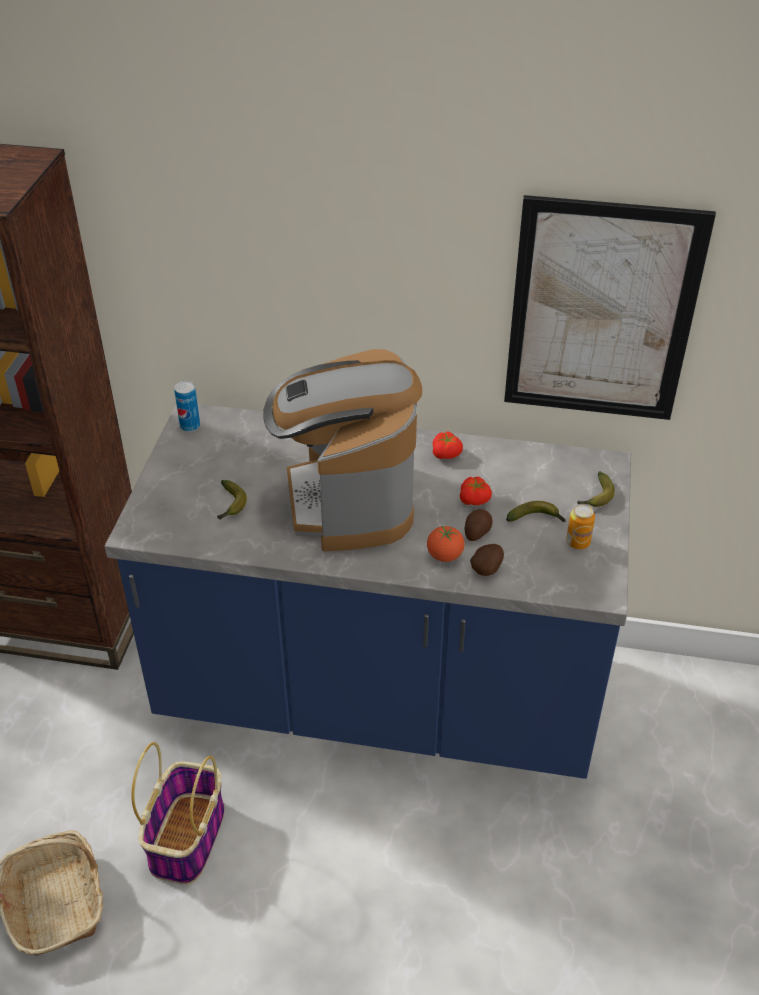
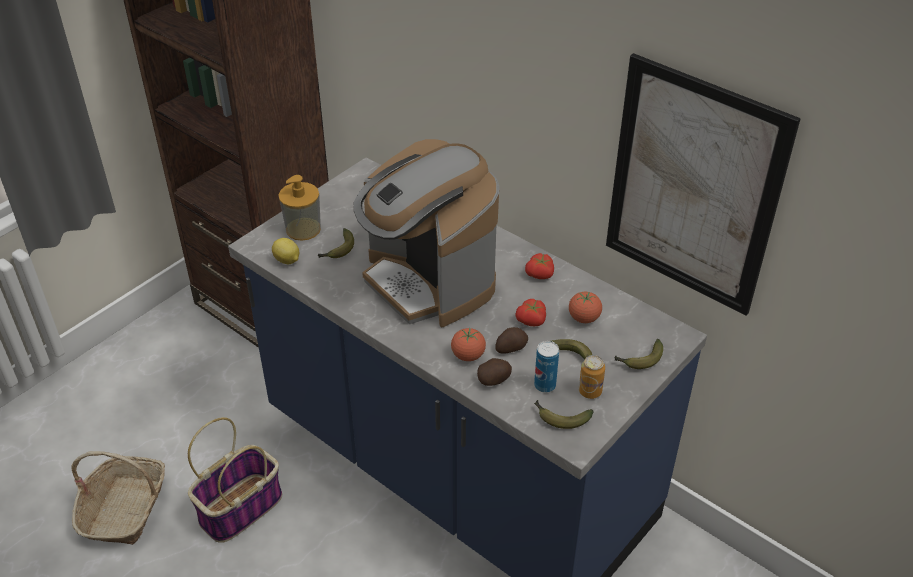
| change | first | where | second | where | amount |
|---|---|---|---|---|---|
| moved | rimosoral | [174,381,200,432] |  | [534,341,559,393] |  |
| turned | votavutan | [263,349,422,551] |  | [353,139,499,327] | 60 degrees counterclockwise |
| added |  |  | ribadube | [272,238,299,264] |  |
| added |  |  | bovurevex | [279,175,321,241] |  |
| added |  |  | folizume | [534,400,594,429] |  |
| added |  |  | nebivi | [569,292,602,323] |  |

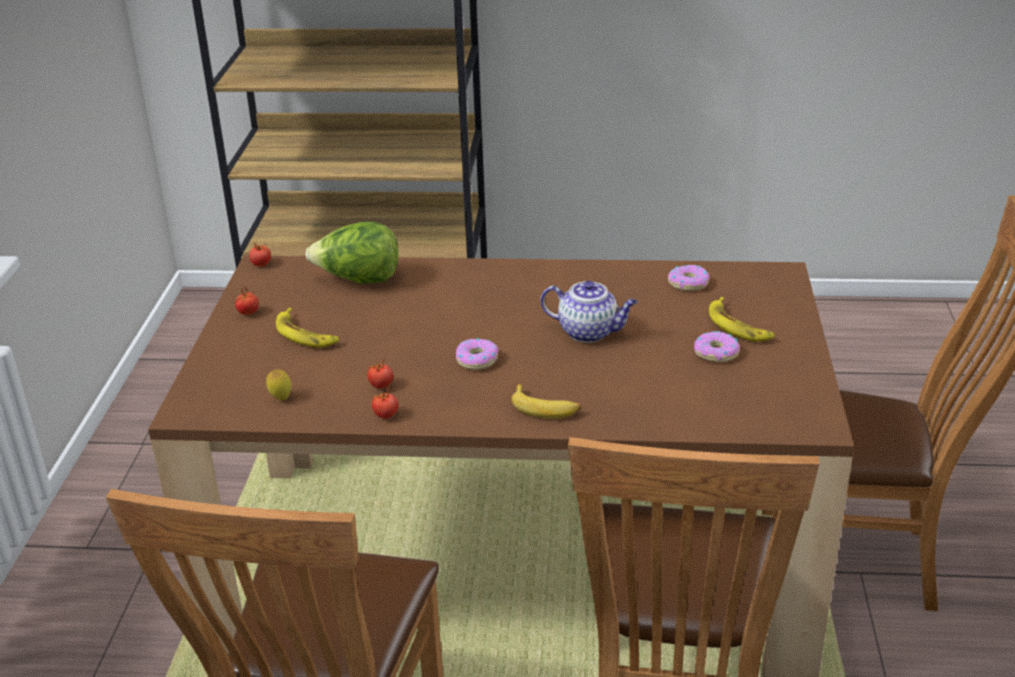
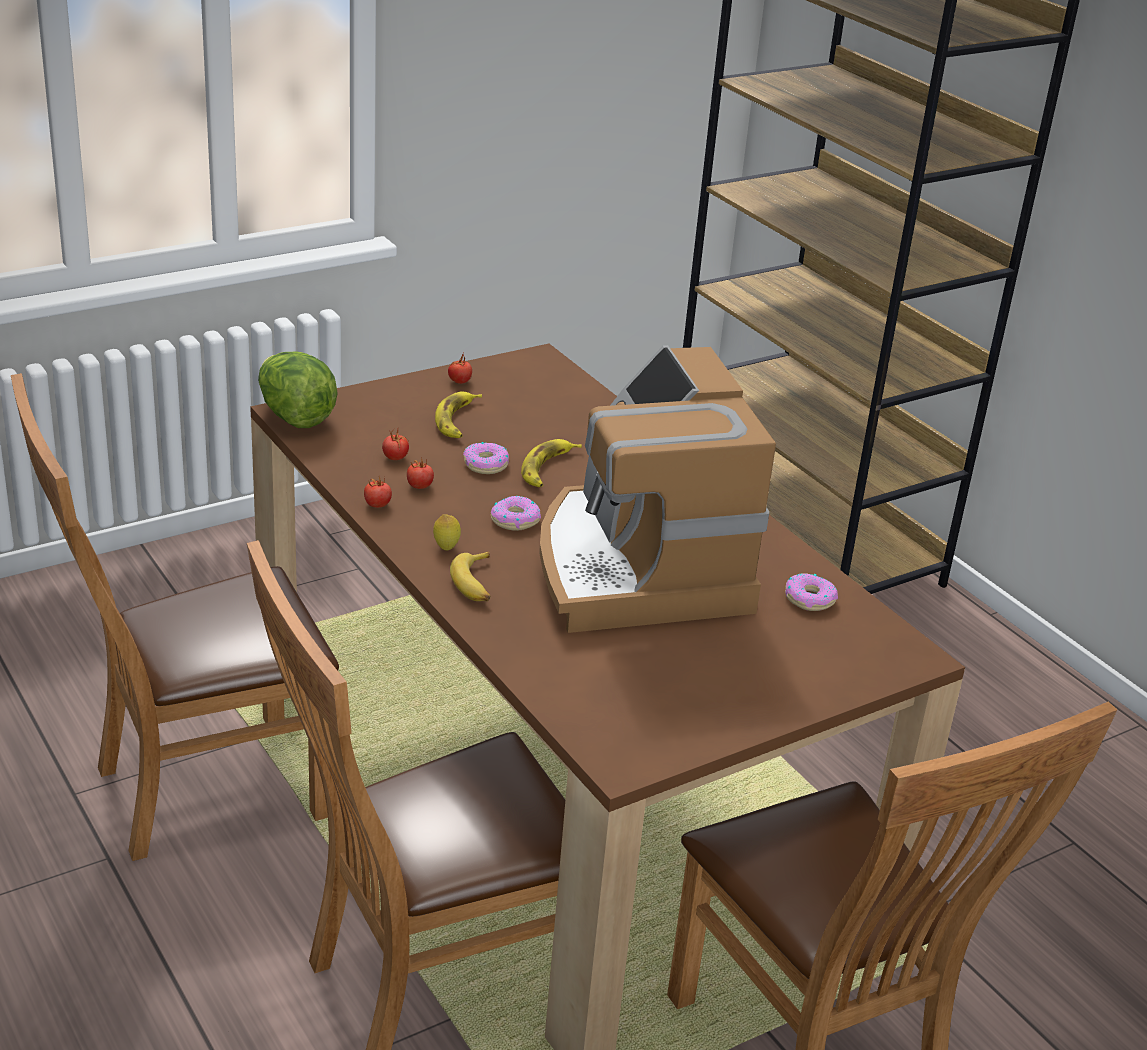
| change | first | where | second | where | amount |
|---|---|---|---|---|---|
| moved | nebivi | [249,240,271,267] |  | [382,429,409,460] |  |
| moved | ribadube | [266,370,291,400] |  | [433,514,461,551] |  |
| moved | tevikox | [305,221,398,284] |  | [258,352,338,428] |  |
| replaced | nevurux | [541,281,638,343] | votavutan | [539,345,776,633] |  |
| moved | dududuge | [694,331,740,362] |  | [463,442,509,474] |  |
| moved | folizume | [709,297,775,342] |  | [521,439,582,487] |  |

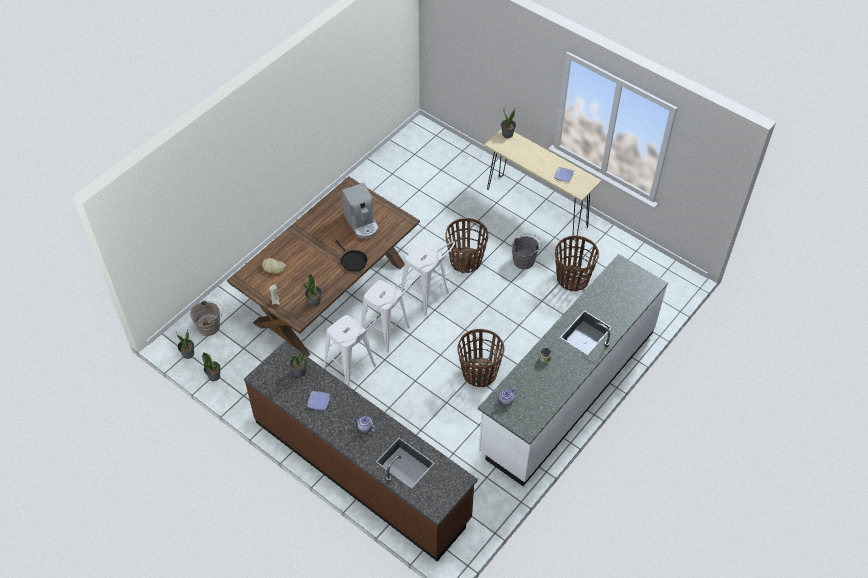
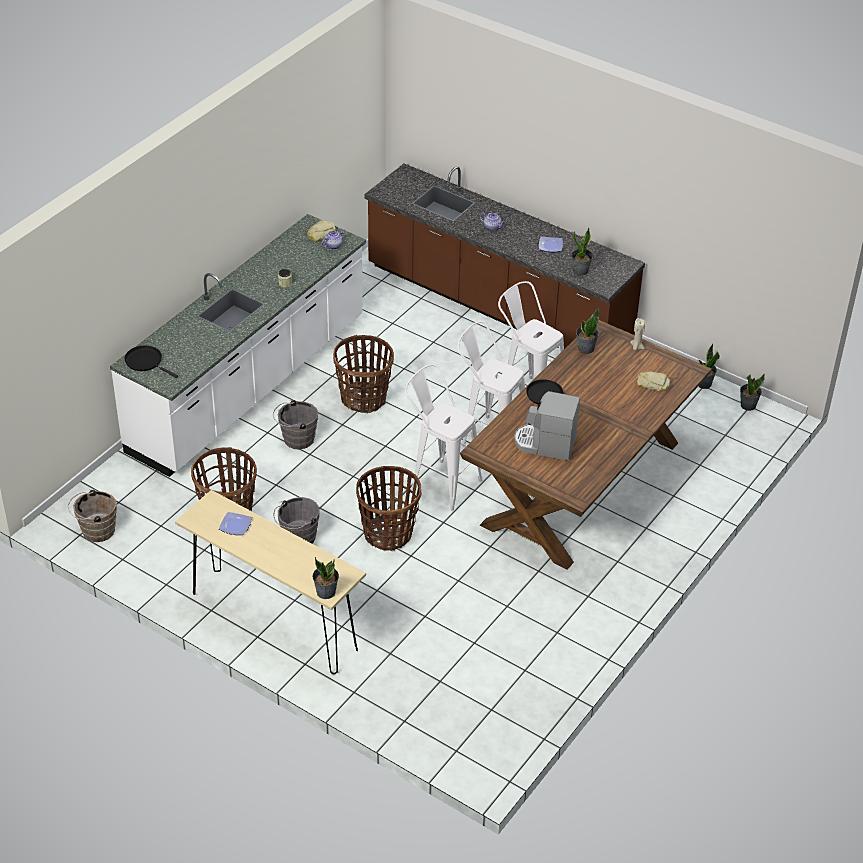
| change | first | where | second | where | amount |
|---|---|---|---|---|---|
| moved | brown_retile | [190,300,223,336] |  | [68,489,117,542] |  |
| turned | votavutan | [342,183,379,239] |  | [514,391,580,461] | 45 degrees counterclockwise |
| added |  |  | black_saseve | [124,345,178,378] |  |
| added |  |  | grey_retile | [273,400,318,450] |  |
| added |  |  | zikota | [307,220,336,242] |  |

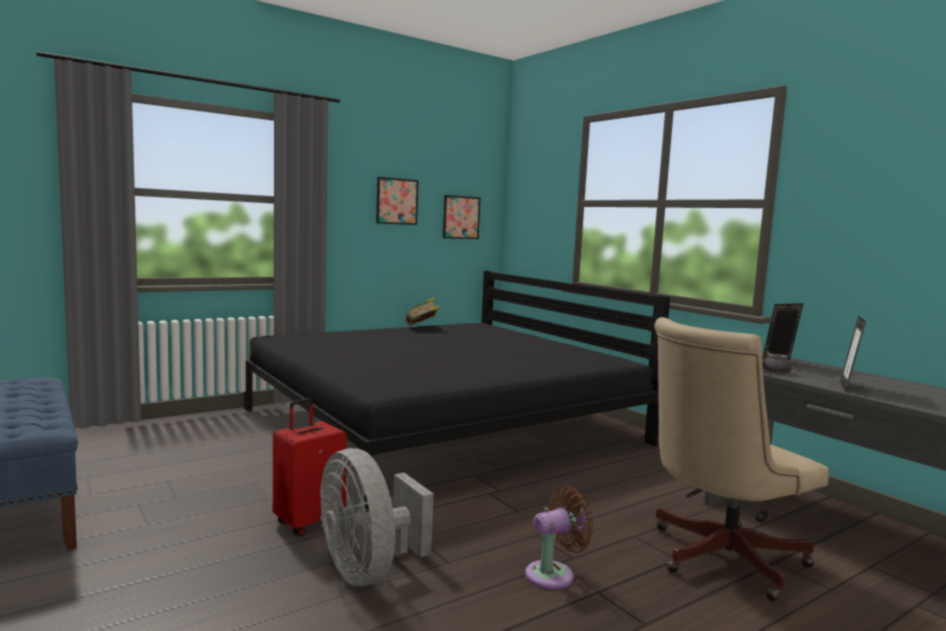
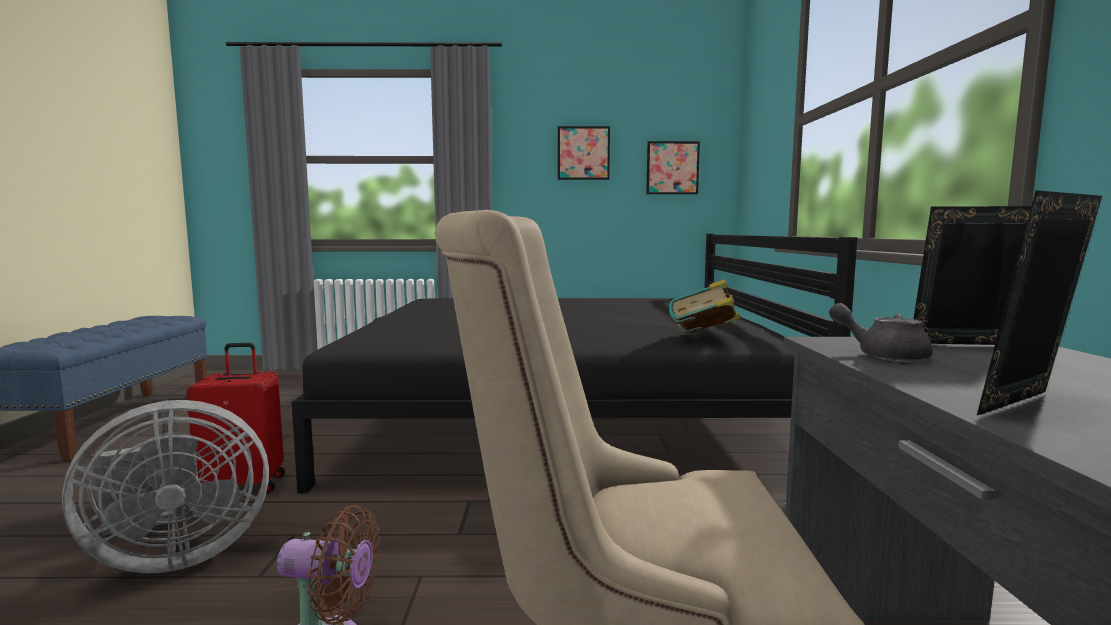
| change | first | where | second | where | amount |
|---|---|---|---|---|---|
| turned | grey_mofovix | [320,448,433,586] |  | [62,400,269,573] | 120 degrees counterclockwise |
| moved | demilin | [405,297,439,326] |  | [669,279,740,334] |  |

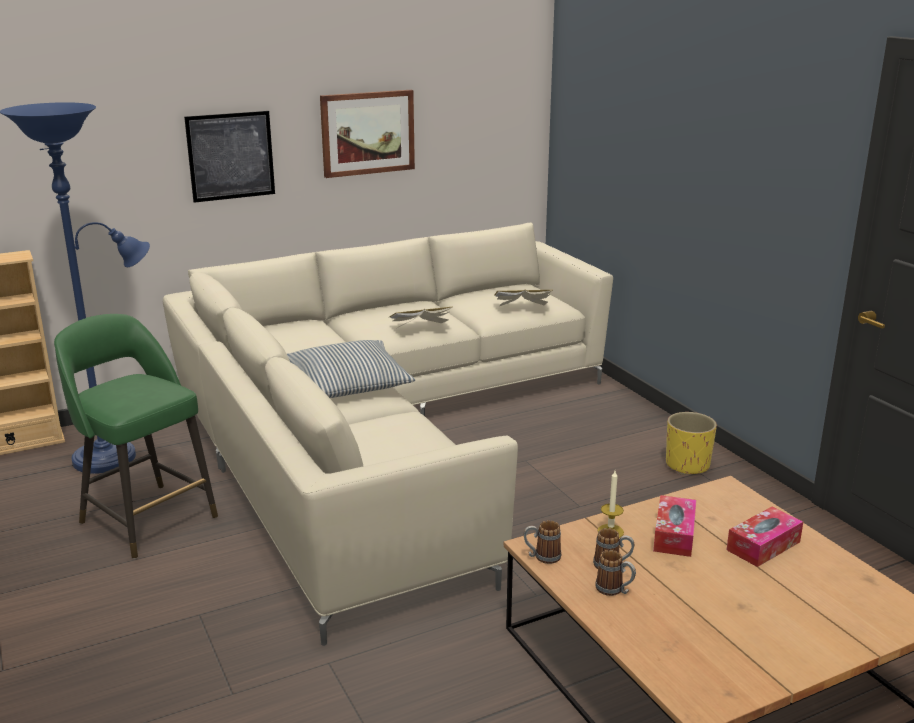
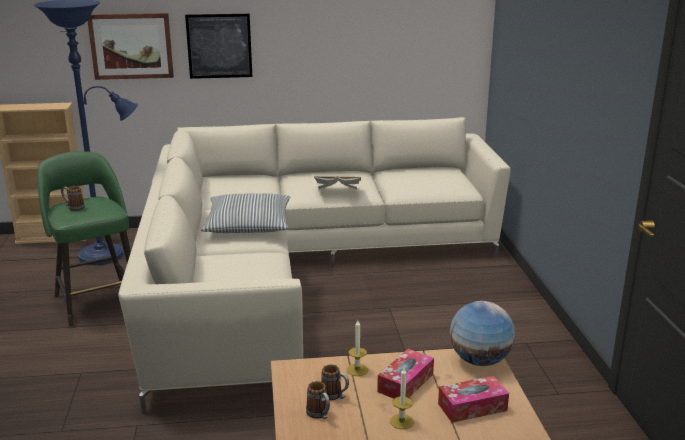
| change | first | where | second | where | amount |
|---|---|---|---|---|---|
| moved | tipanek | [320,90,415,178] |  | [88,13,174,80] |  |
| removed | demilin | [494,290,552,306] |  |  |  |
| moved | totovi | [524,520,561,564] |  | [61,186,85,211] |  |
| removed | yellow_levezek | [666,412,717,475] |  |  |  |
| added |  |  | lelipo | [390,368,414,429] |  |
| added |  |  | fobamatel | [450,301,515,366] |  |

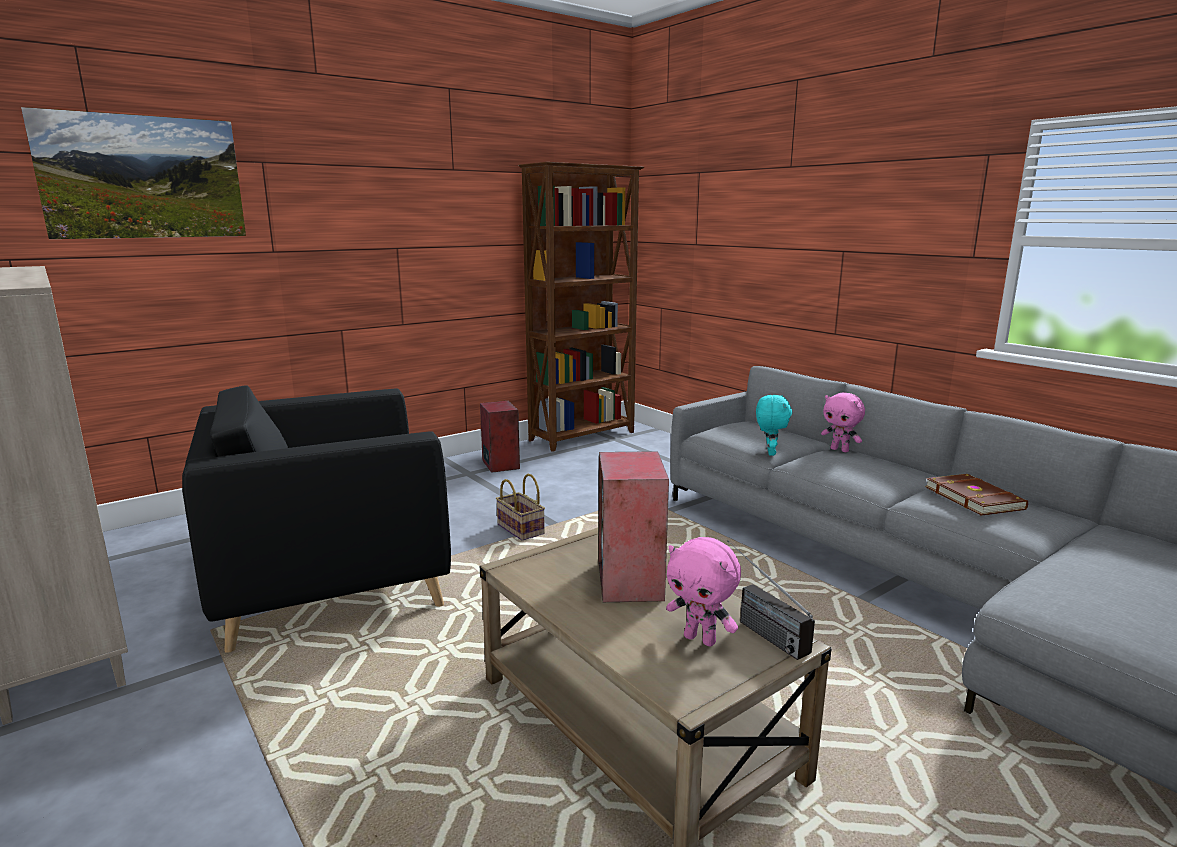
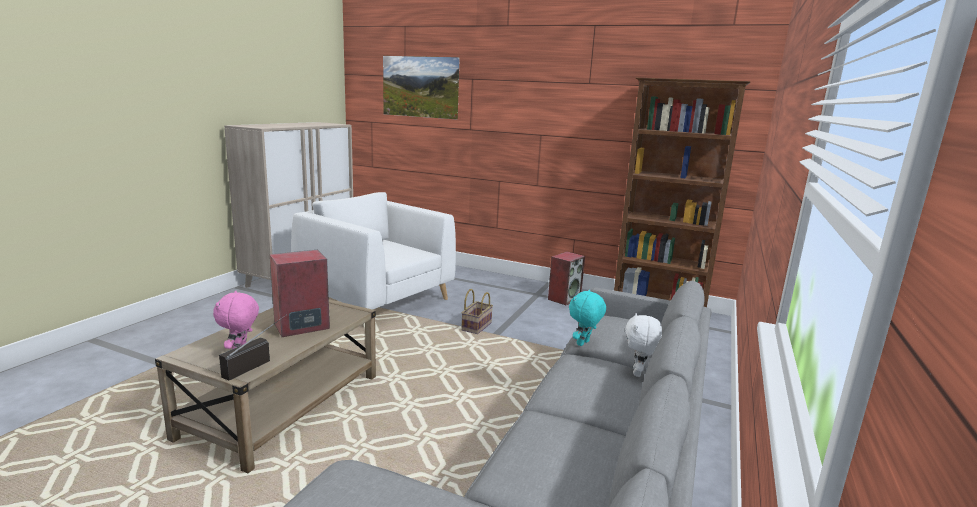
| change | first | where | second | where | amount |
|---|---|---|---|---|---|
| recoloured | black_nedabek | [182,385,451,653] | white_nedabek | [291,192,456,310] |  |
| turned | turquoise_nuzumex | [756,395,792,456] |  | [569,290,606,346] | 150 degrees clockwise |
| recoloured | pink_nuzumex | [821,392,865,452] | white_nuzumex | [625,313,662,377] |  |
| removed | brown_demilin | [925,474,1028,516] |  |  |  |

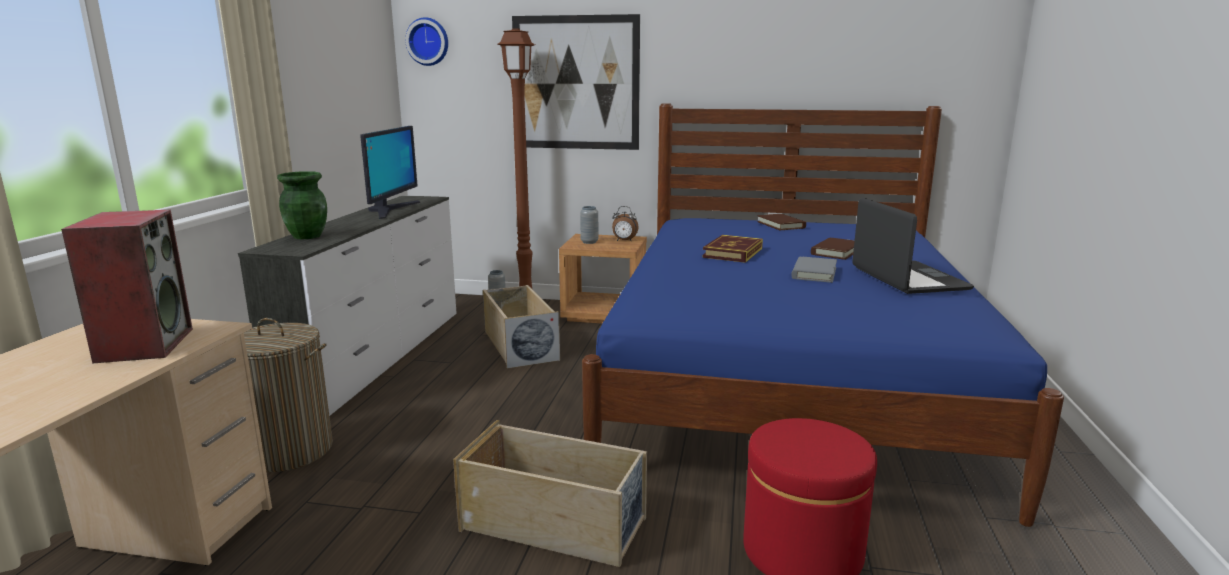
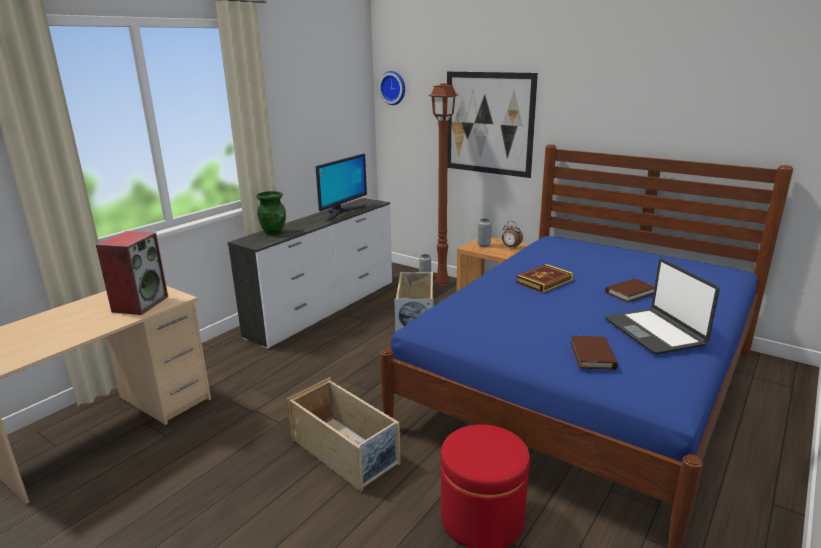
| change | first | where | second | where | amount |
|---|---|---|---|---|---|
| removed | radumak | [244,318,333,472] |  |  |  |
| moved | brown_demilin | [757,214,806,230] |  | [571,336,618,370] |  |
| removed | grey_demilin | [791,257,837,283] |  |  |  |
| turned | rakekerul | [852,198,974,294] |  | [605,259,720,354] | 150 degrees clockwise |

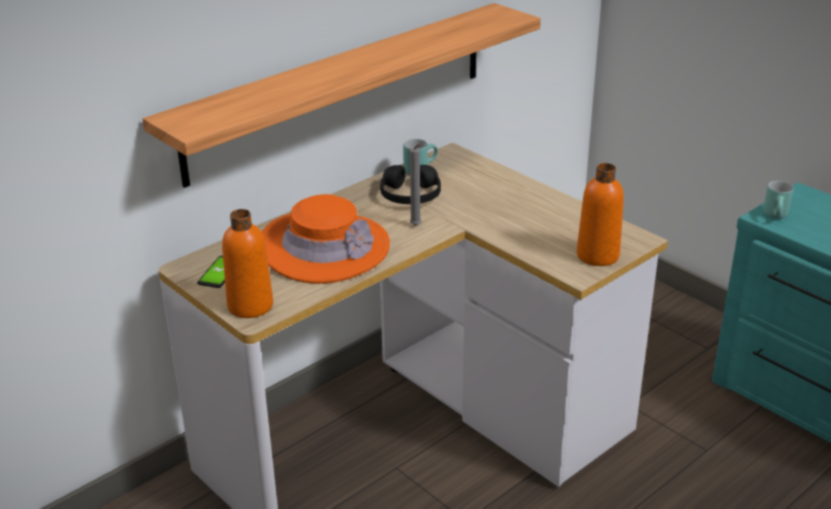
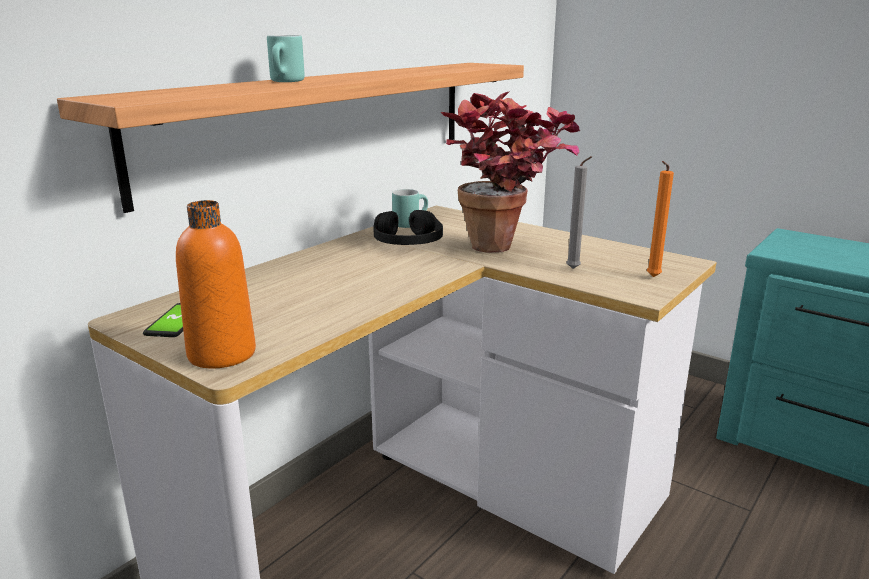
| change | first | where | second | where | amount |
|---|---|---|---|---|---|
| removed | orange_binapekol | [262,194,390,284] |  |  |  |
| moved | grey_lelipo | [410,145,421,226] |  | [566,156,592,269] |  |
| replaced | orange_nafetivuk | [577,163,624,266] | orange_lelipo | [647,161,674,277] |  |
| moved | turquoise_totovi | [763,181,793,218] |  | [267,35,305,82] |  |
| added |  |  | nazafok | [441,91,581,252] |  |

